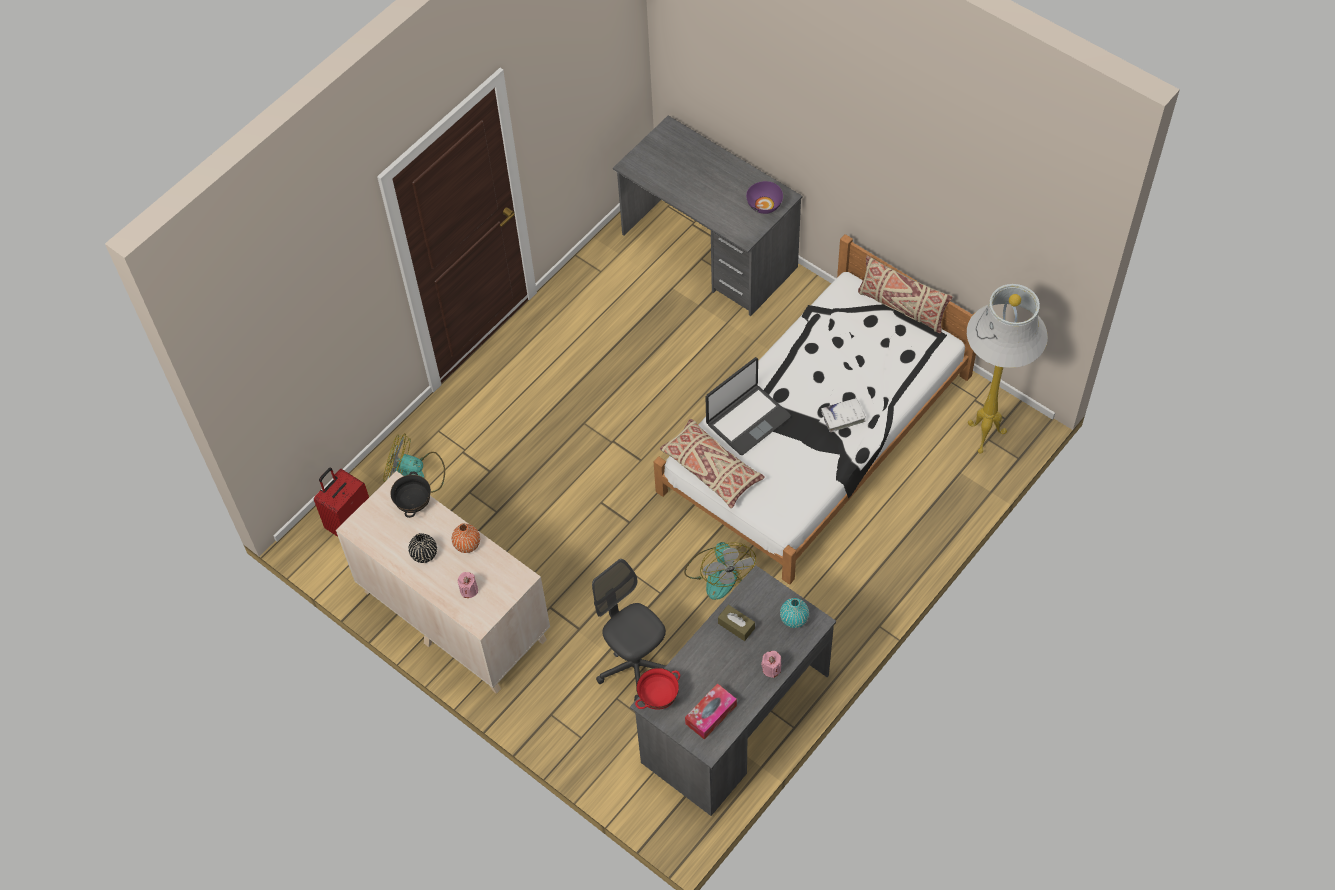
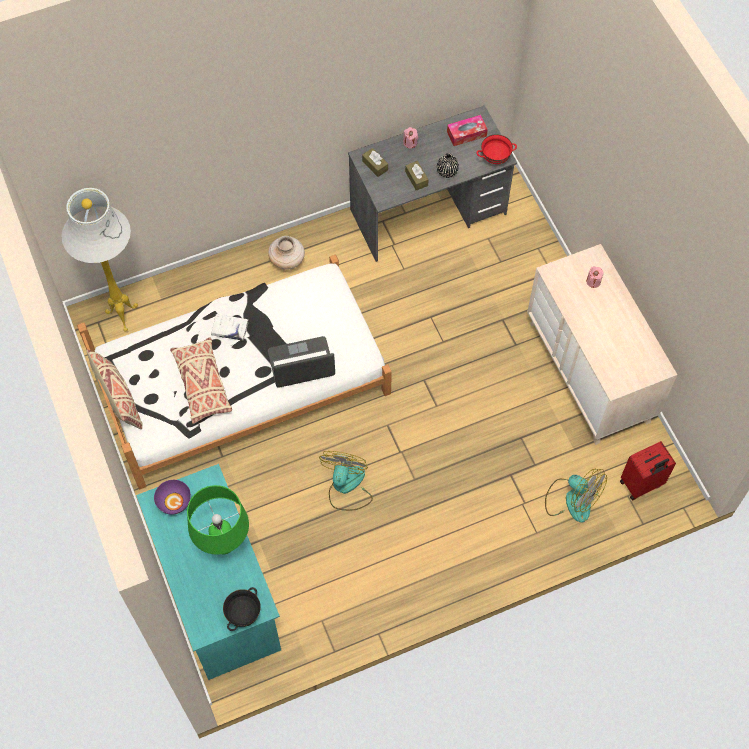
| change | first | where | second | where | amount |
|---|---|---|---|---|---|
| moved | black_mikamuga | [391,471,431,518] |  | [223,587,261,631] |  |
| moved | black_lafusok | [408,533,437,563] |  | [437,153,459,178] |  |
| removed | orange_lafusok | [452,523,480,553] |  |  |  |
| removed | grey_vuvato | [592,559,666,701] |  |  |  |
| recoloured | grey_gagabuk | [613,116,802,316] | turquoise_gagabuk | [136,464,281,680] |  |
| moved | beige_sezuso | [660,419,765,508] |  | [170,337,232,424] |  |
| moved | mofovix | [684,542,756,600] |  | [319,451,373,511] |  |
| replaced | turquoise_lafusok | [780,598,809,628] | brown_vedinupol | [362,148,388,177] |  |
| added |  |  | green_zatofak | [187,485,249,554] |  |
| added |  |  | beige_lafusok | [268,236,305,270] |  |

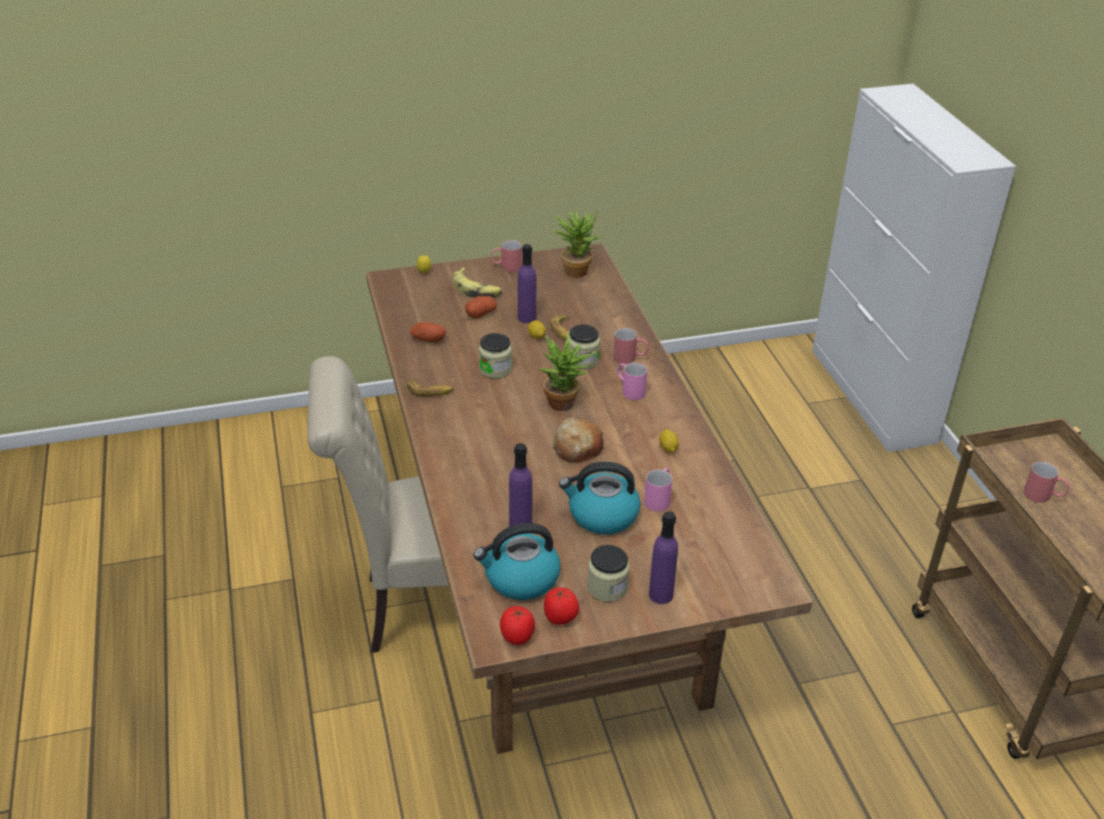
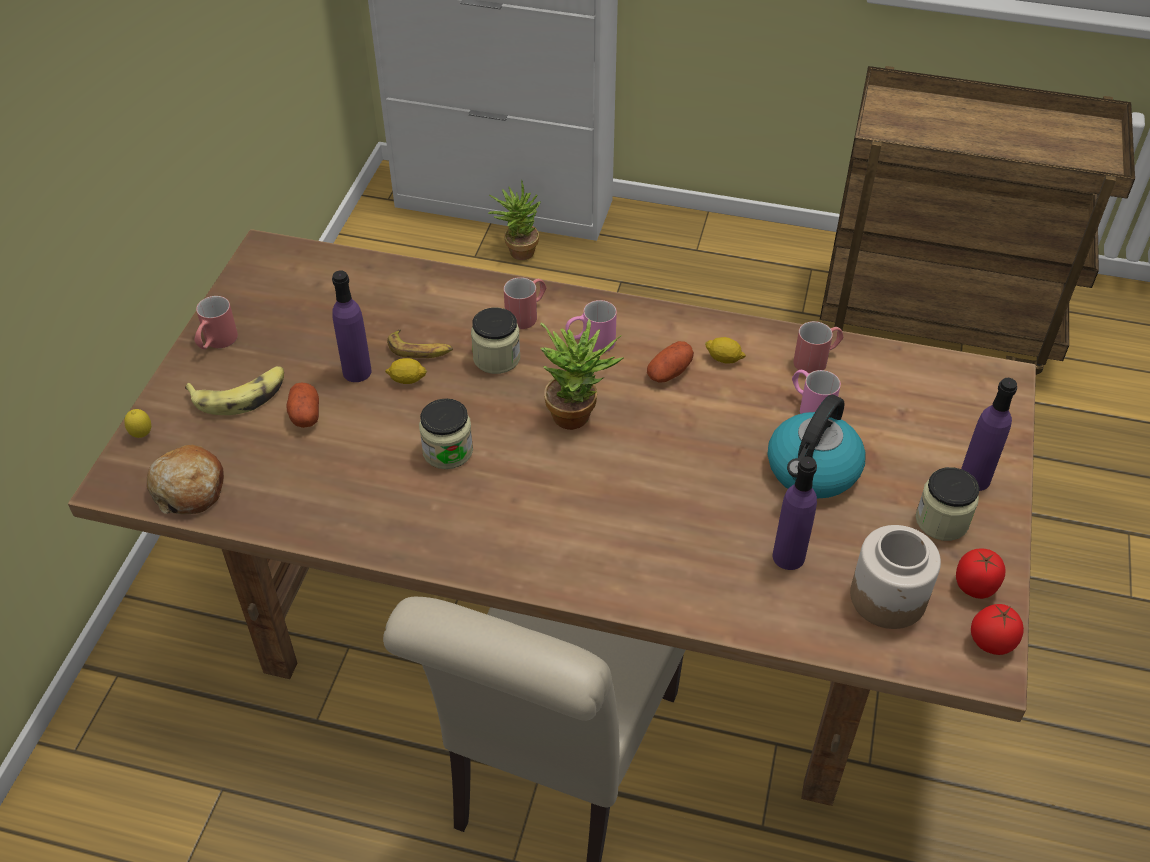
| change | first | where | second | where | amount |
|---|---|---|---|---|---|
| removed | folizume | [407,378,454,396] |  |  |  |
| moved | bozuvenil | [410,322,446,342] |  | [647,341,694,382] |  |
| replaced | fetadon | [473,523,561,600] | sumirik | [850,525,941,629] |  |
| moved | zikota | [552,418,604,462] |  | [147,445,224,514] |  |
| moved | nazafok | [553,209,600,278] |  | [488,180,541,260] |  |
| moved | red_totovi | [1024,462,1070,503] |  | [793,321,843,374] |  |

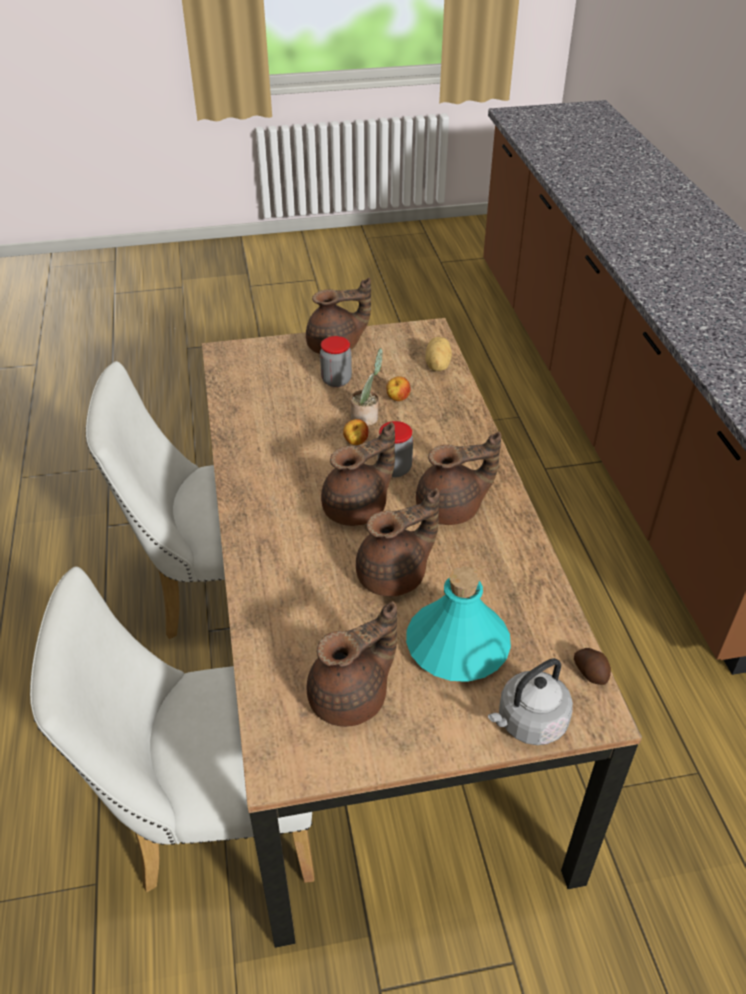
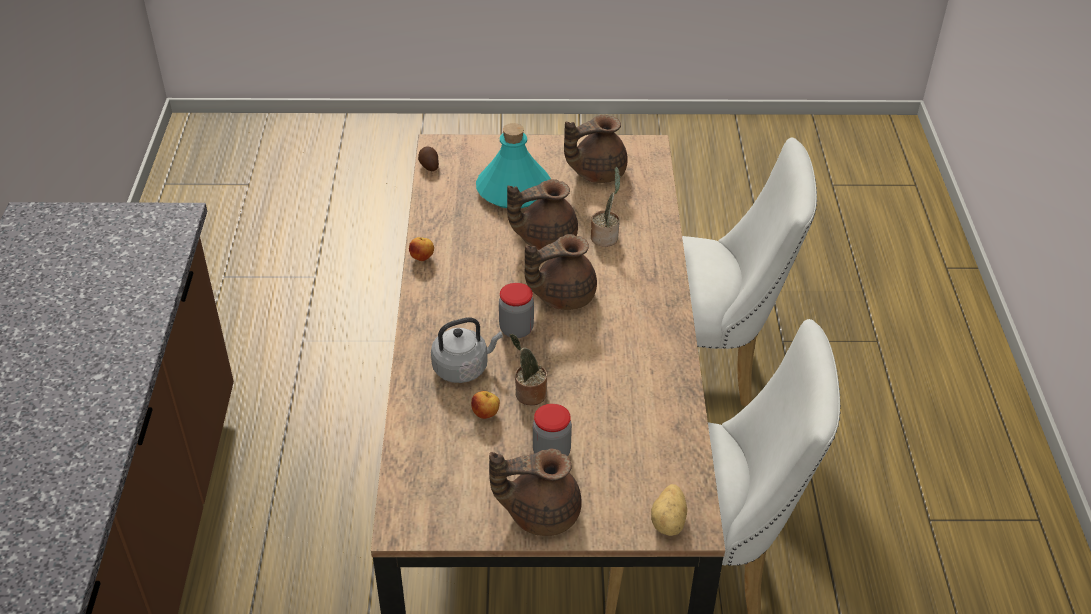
| change | first | where | second | where | amount |
|---|---|---|---|---|---|
| moved | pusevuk | [343,419,369,445] |  | [409,237,434,261] |  |
| removed | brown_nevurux | [416,432,501,525] |  |  |  |
| moved | bozuvenil | [425,337,452,371] |  | [651,484,687,536] |  |
| moved | grey_fetadon | [488,658,573,745] |  | [431,317,503,383] |  |
| added |  |  | nazafok | [591,167,620,247] |  |

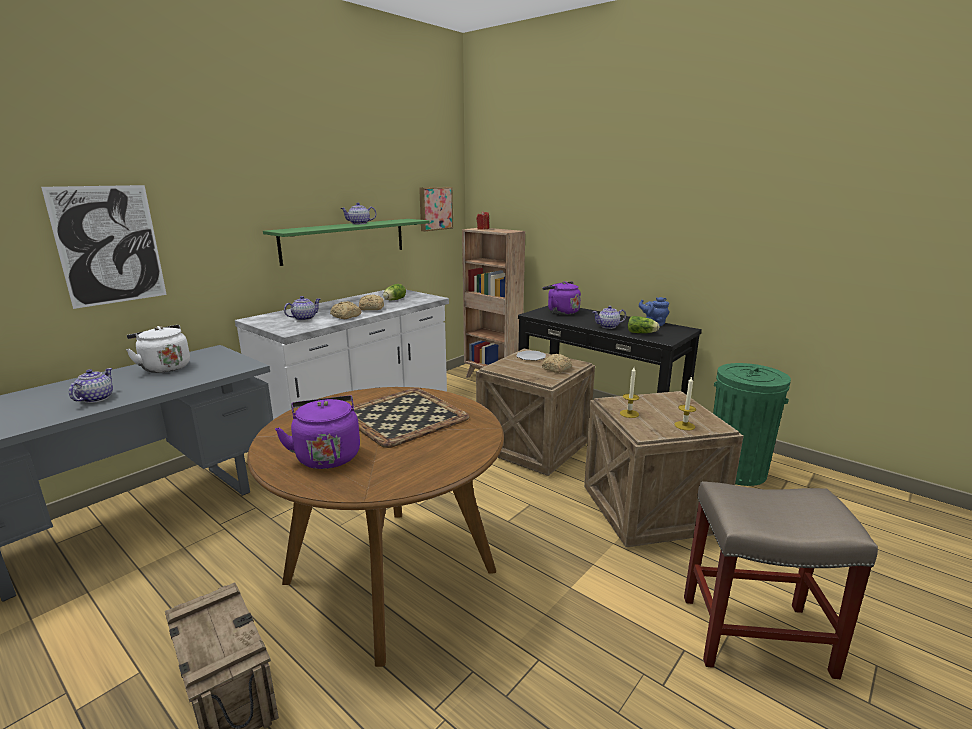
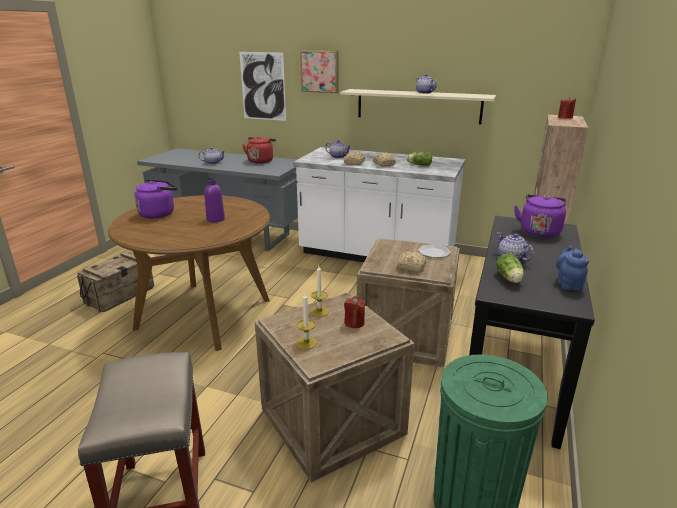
| change | first | where | second | where | amount |
|---|---|---|---|---|---|
| recoloured | white_fetadon | [126,325,190,373] | red_fetadon | [242,136,276,164] |  |
| recoloured | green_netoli | [263,219,430,266] | beige_netoli | [340,89,496,124] |  |
| replaced | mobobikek | [352,388,469,448] | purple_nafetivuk | [204,178,225,223] |  |
| moved | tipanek | [419,187,453,232] |  | [300,50,339,93] |  |
| added |  |  | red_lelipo | [344,296,366,328] |  |

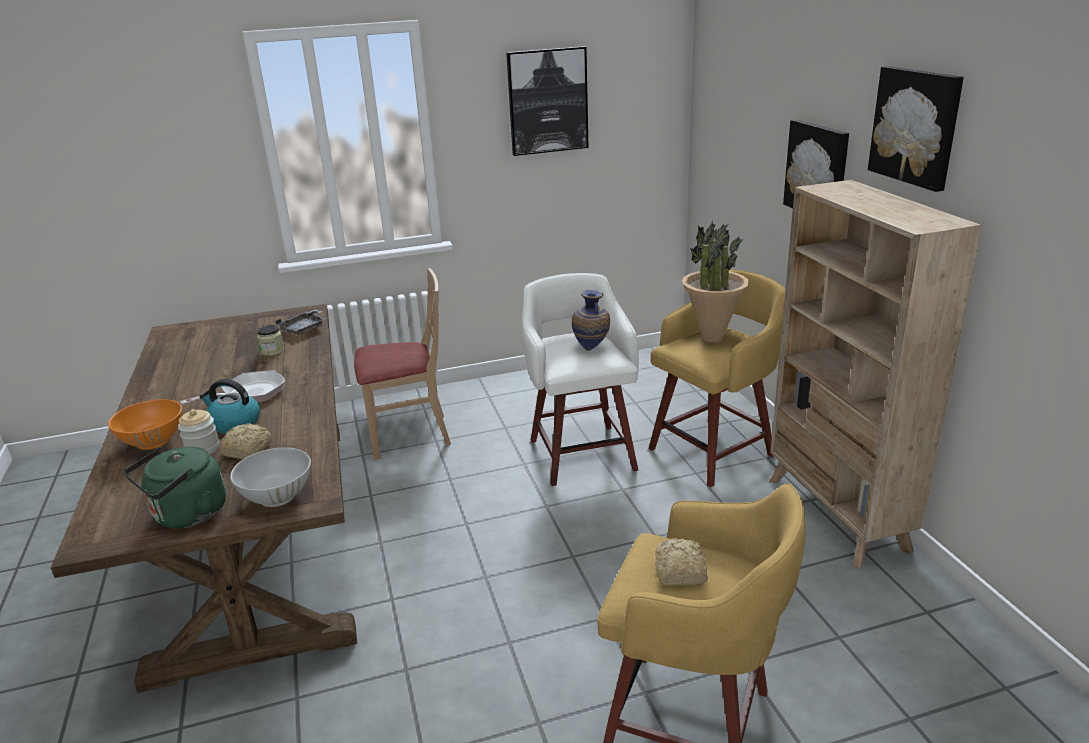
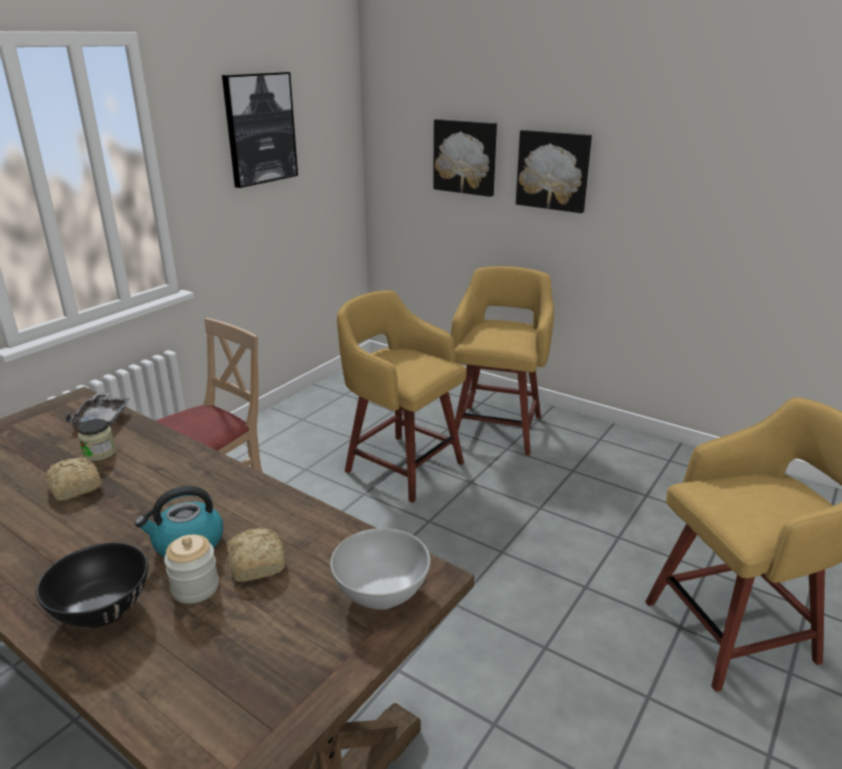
| change | first | where | second | where | amount |
|---|---|---|---|---|---|
| recoloured | orange_mikamuga | [108,399,182,450] | black_mikamuga | [36,543,148,627] |  |
| removed | green_fetadon | [124,447,226,529] |  |  |  |
| removed | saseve | [180,370,286,405] |  |  |  |
| recoloured | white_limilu | [522,273,639,486] | yellow_limilu | [337,290,467,503] |  |
| removed | lafusok | [572,290,610,351] |  |  |  |
| moved | zikota | [655,538,708,585] |  | [45,457,102,501] |  |
| removed | nazafok | [682,221,749,342] |  |  |  |
| removed | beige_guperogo | [769,180,982,568] |  |  |  |
| moved | tipanek | [868,66,964,192] |  | [433,119,497,197] |  |

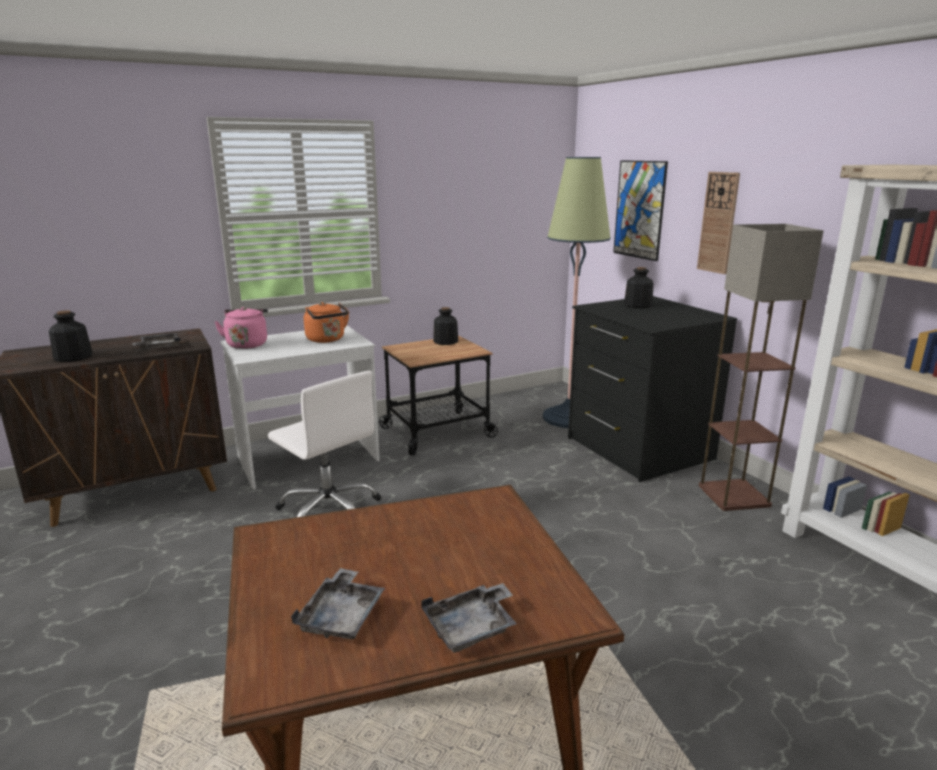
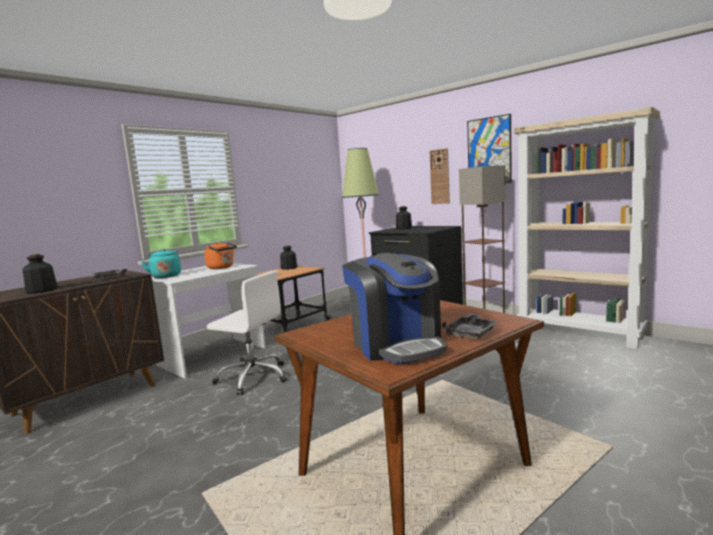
| change | first | where | second | where | amount |
|---|---|---|---|---|---|
| recoloured | pink_fetadon | [214,307,268,349] | turquoise_fetadon | [142,249,181,278] |  |
| replaced | grey_mobobikek | [291,568,385,639] | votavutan | [342,253,446,364] |  |
| moved | tipanek | [613,160,668,261] |  | [467,114,512,183] |  |

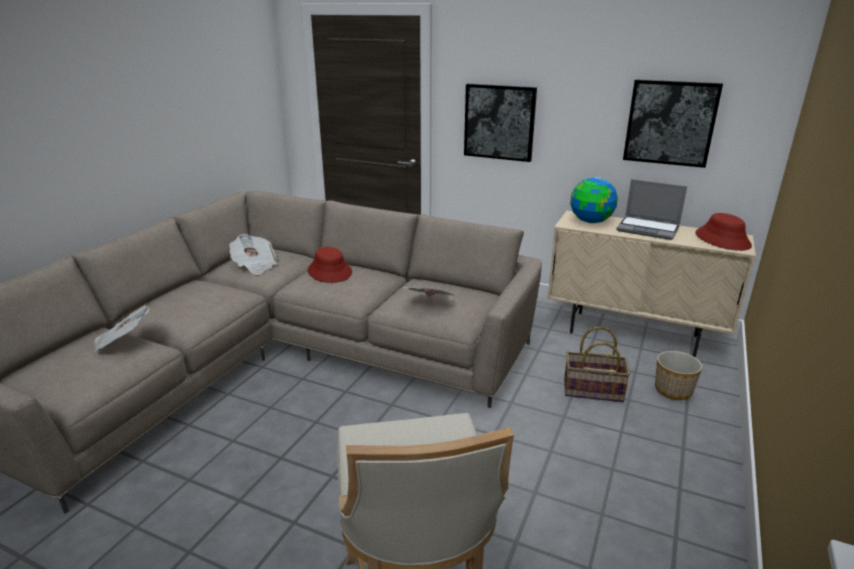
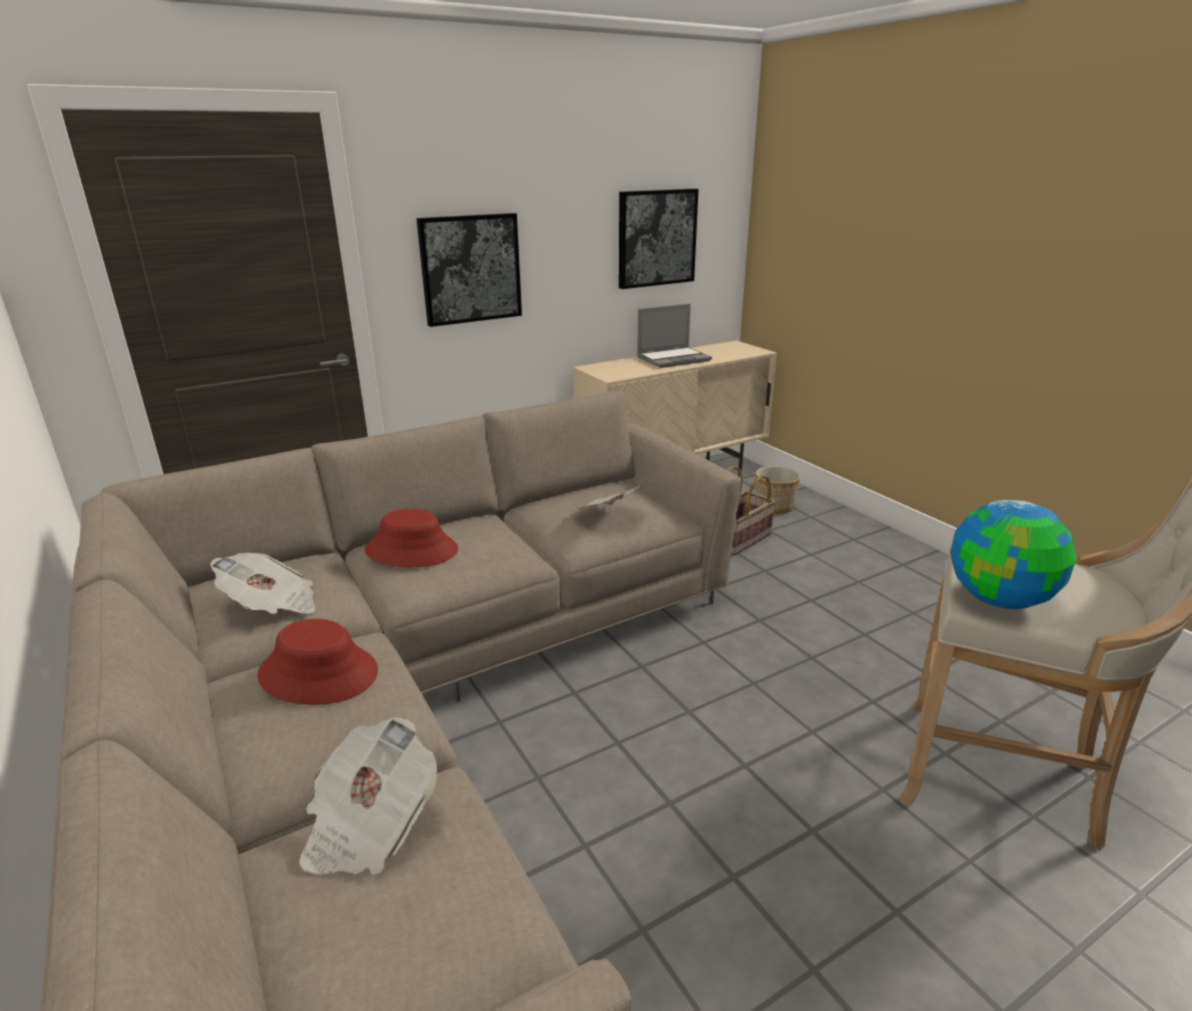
| change | first | where | second | where | amount |
|---|---|---|---|---|---|
| moved | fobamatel | [570,177,618,223] |  | [950,500,1076,609] |  |
| moved | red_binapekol | [696,213,752,251] |  | [258,619,378,705] |  |

